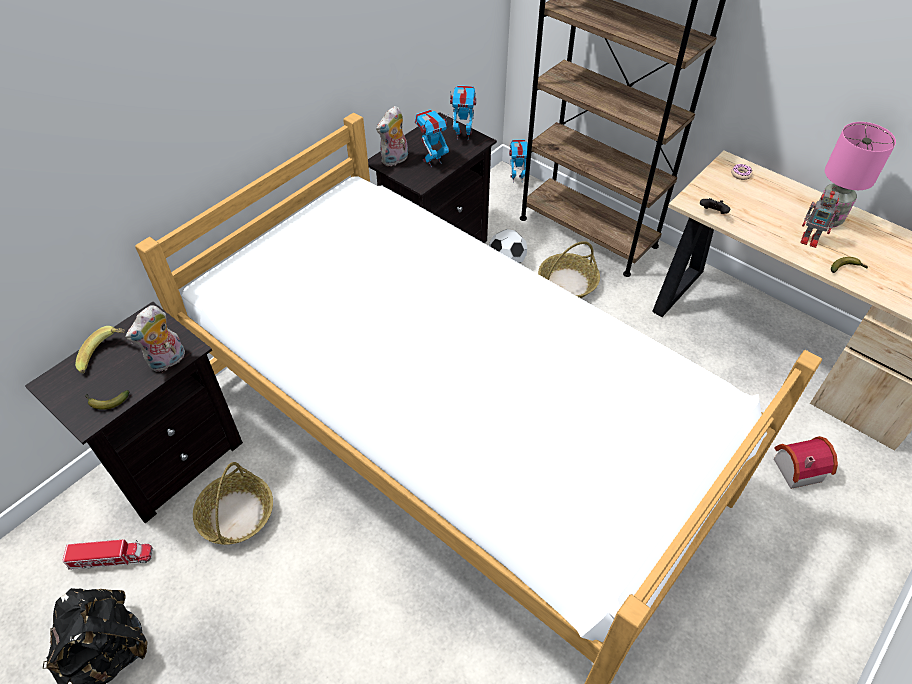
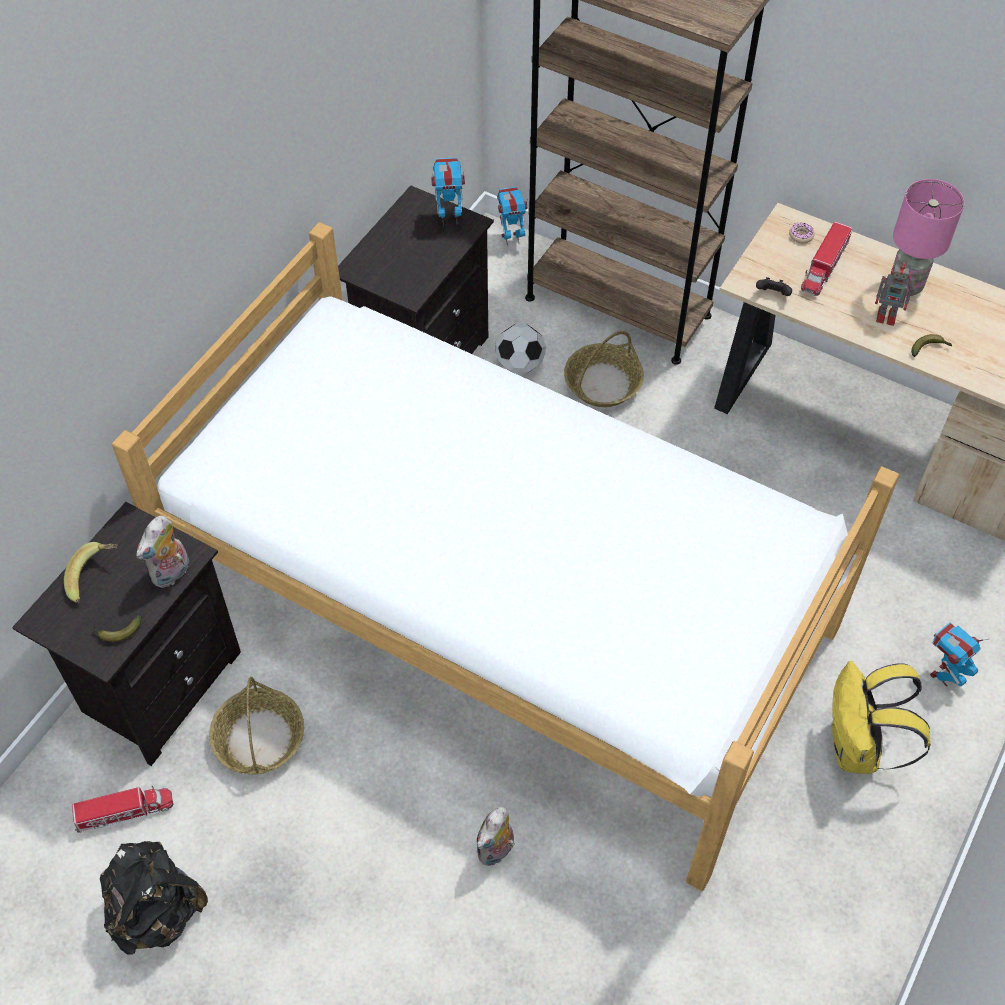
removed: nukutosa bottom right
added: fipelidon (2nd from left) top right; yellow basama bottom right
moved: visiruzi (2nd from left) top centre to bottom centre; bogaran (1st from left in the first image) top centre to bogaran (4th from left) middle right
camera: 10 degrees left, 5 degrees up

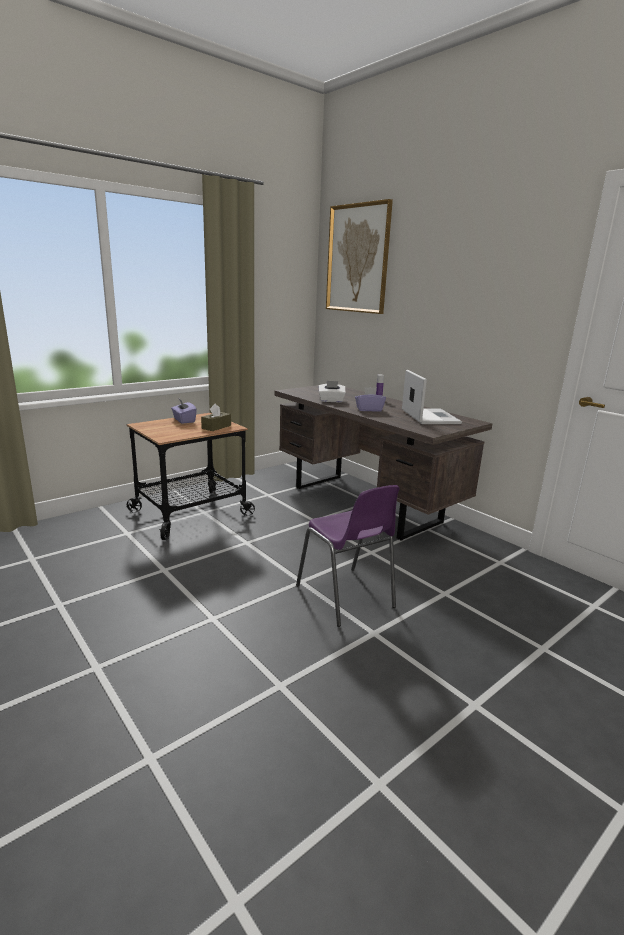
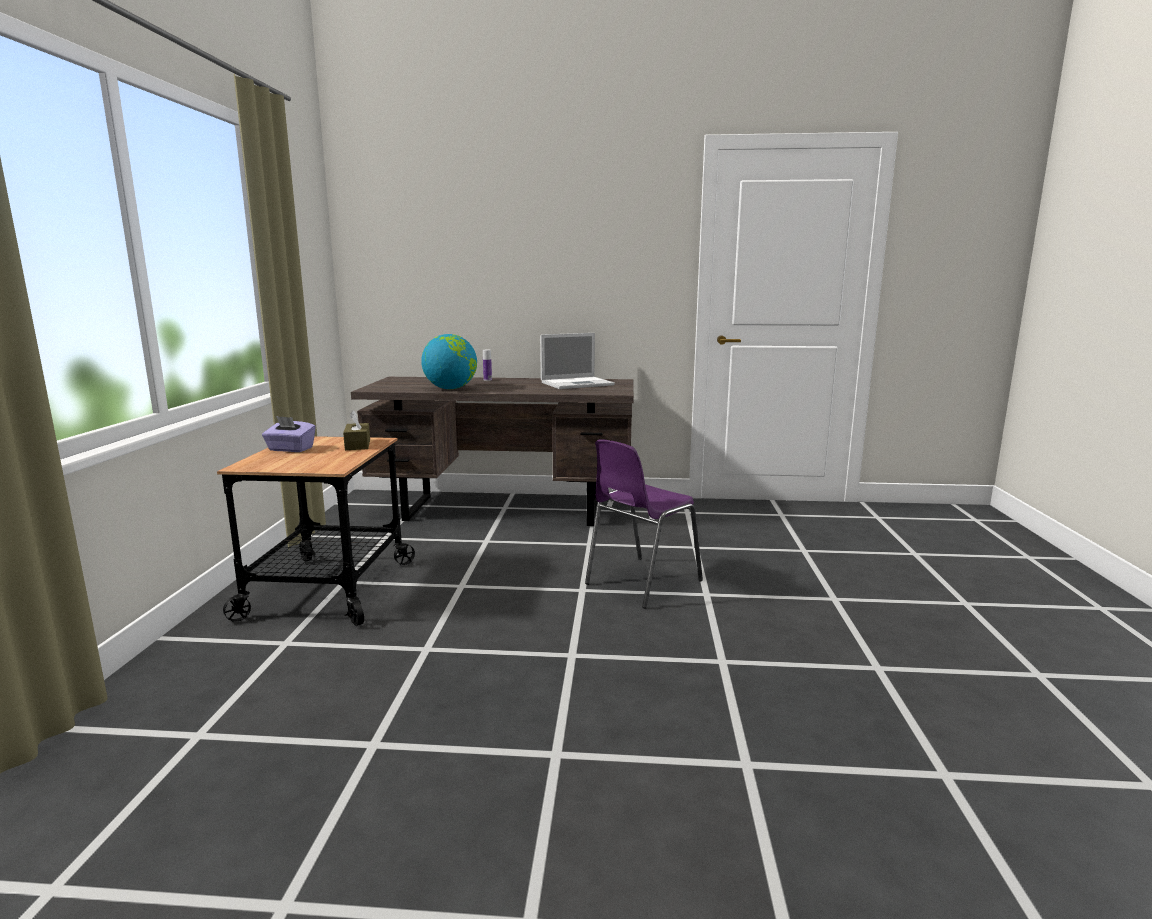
removed: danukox top centre; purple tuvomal (2nd from left) centre
replaced: white tuvomal centre to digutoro centre
turned: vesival middle right = centre 120 degrees clockwise; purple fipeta centre = centre 120 degrees clockwise
camera: 45 degrees left, 5 degrees down

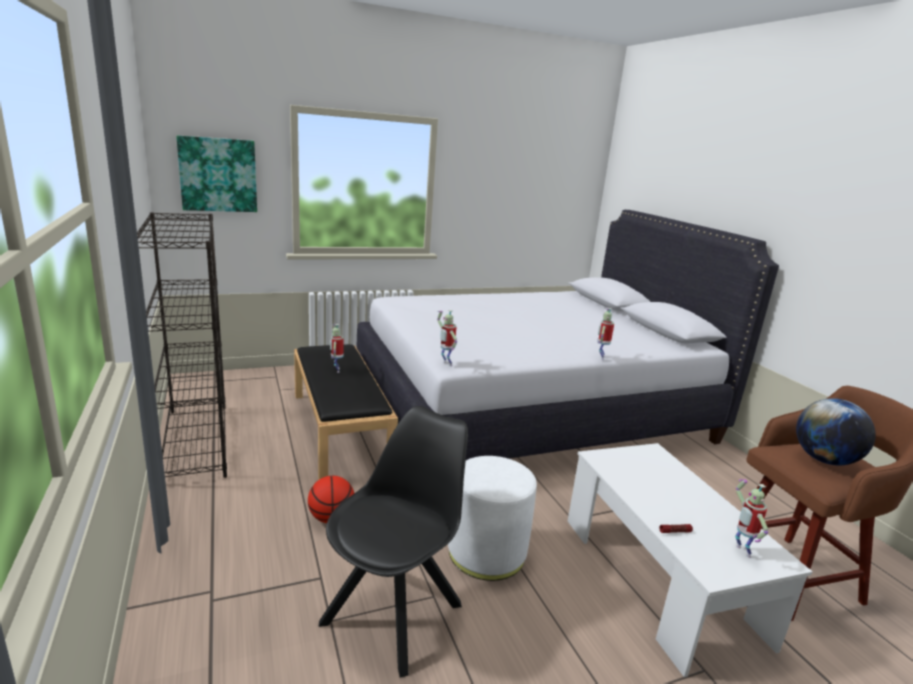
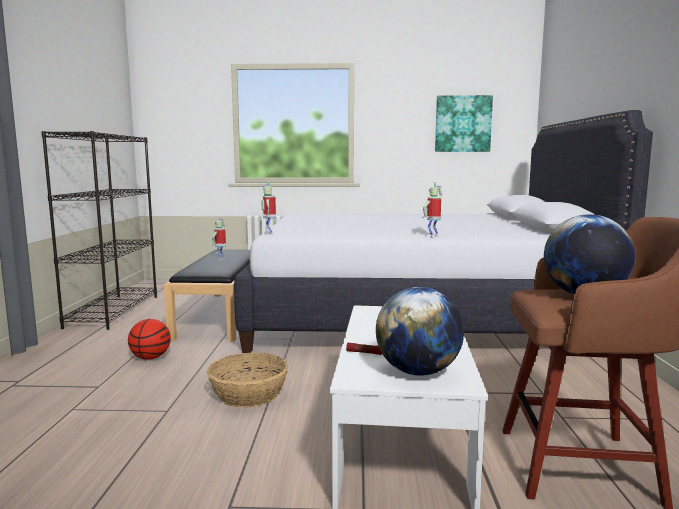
removed: black fipeta bottom centre
moved: danukox top left to top right
replaced: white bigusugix bottom centre to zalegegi bottom centre; bogaran (4th from left) bottom right to digutoro (1st from left) centre
camera: 25 degrees right, 10 degrees down

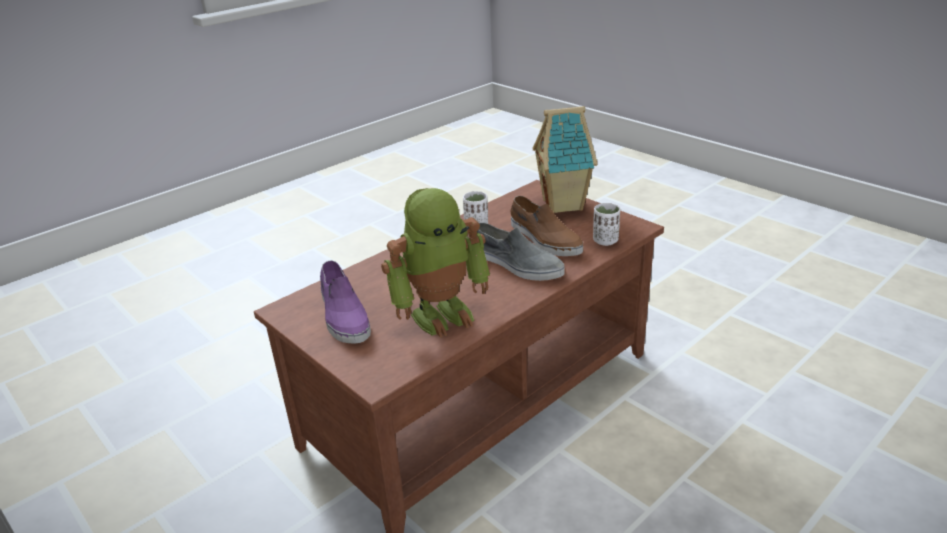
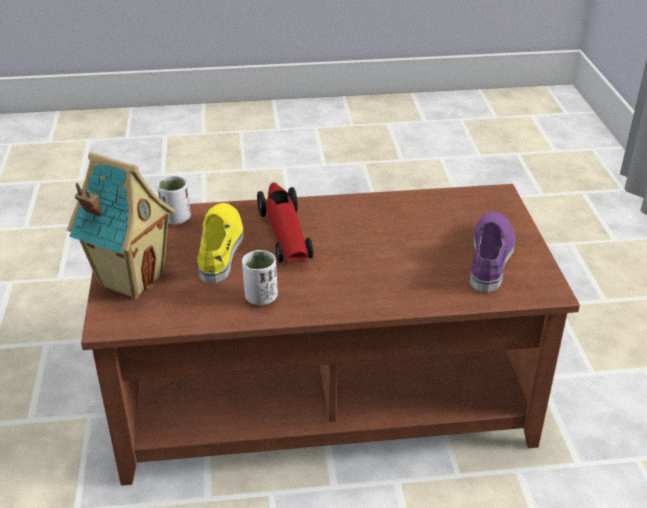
removed: bogaran centre
replaced: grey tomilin centre to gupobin centre
recoloured: brown tomilin centre to yellow tomilin centre
camera: 145 degrees left, 5 degrees up

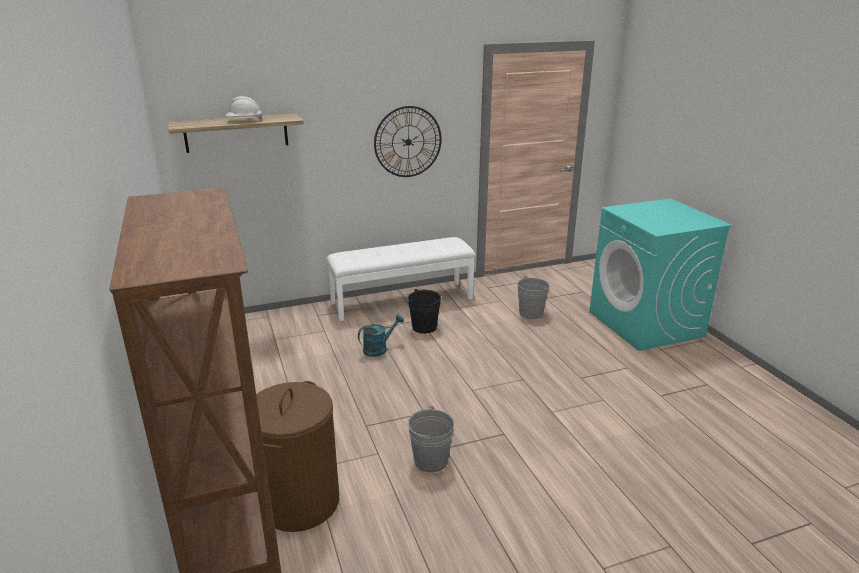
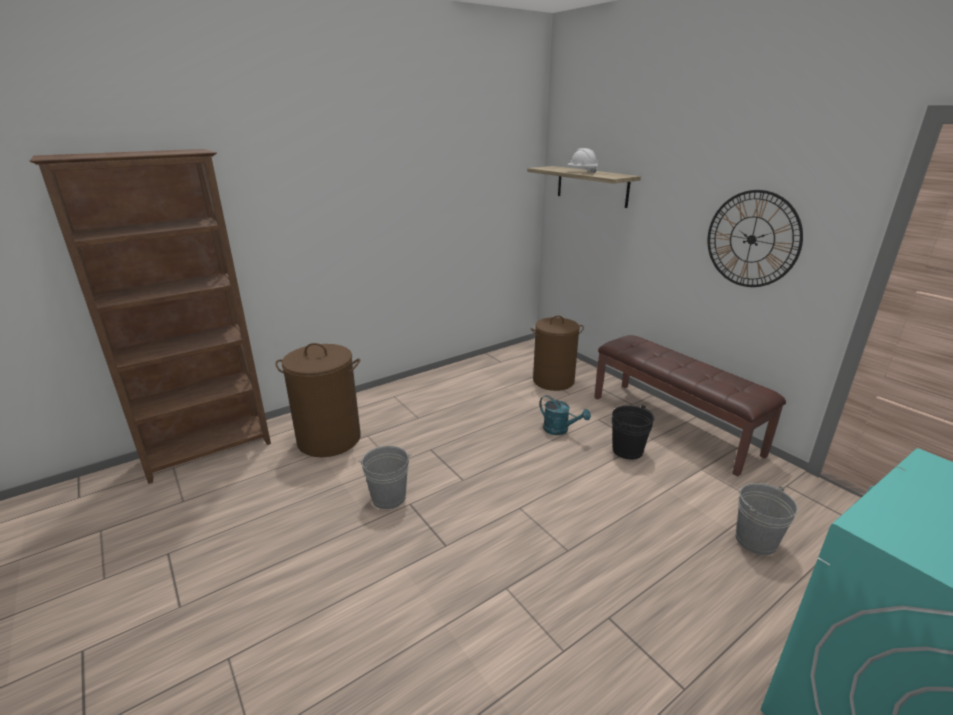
added: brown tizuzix (2nd from left) centre
recoloured: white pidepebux centre to brown pidepebux middle right
camera: 75 degrees right, 0 degrees up

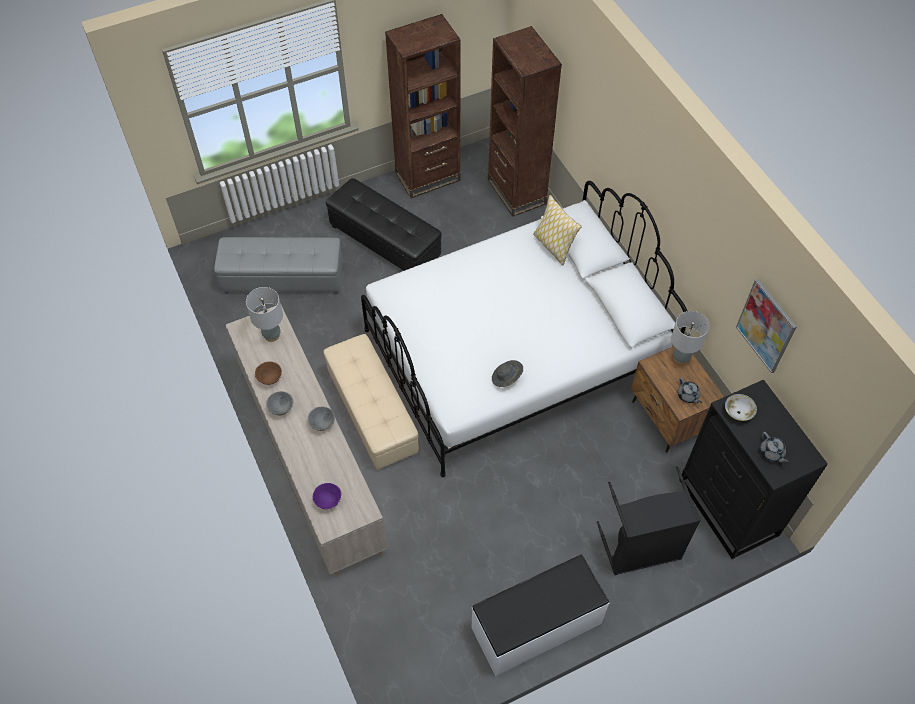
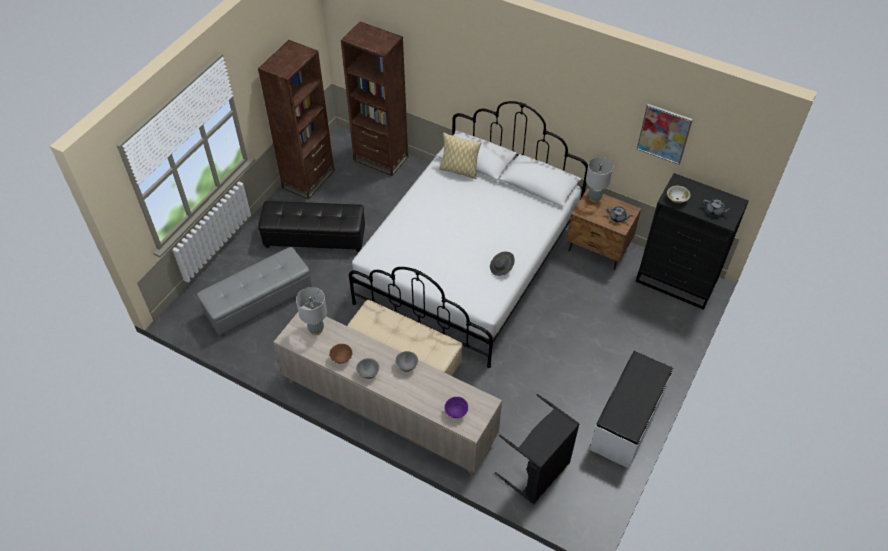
moved: black tizuzix bottom right to bottom centre
camera: 35 degrees left, 5 degrees down

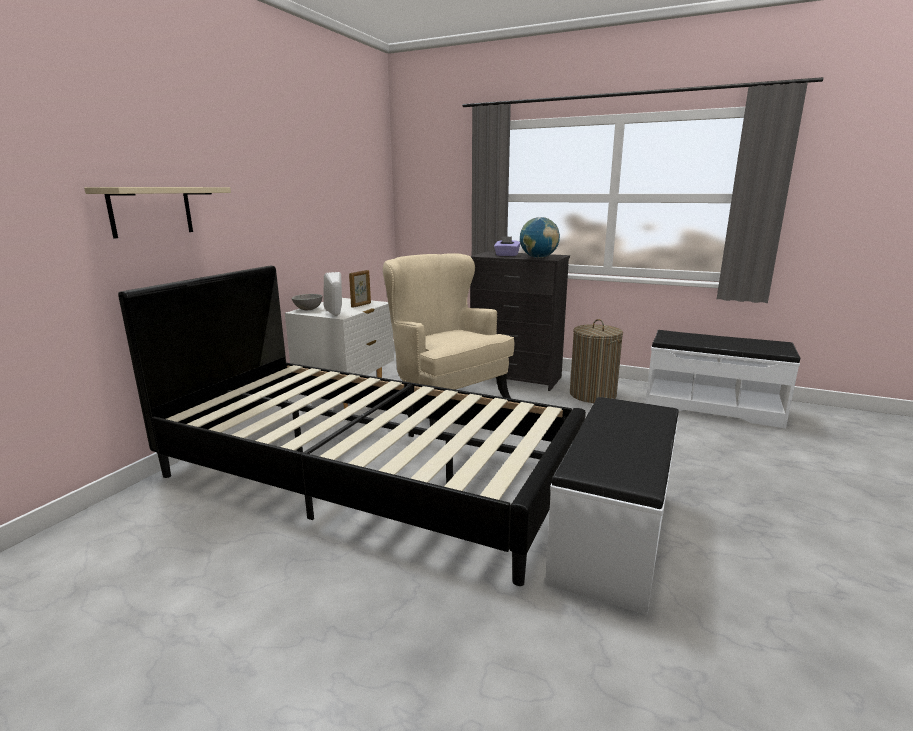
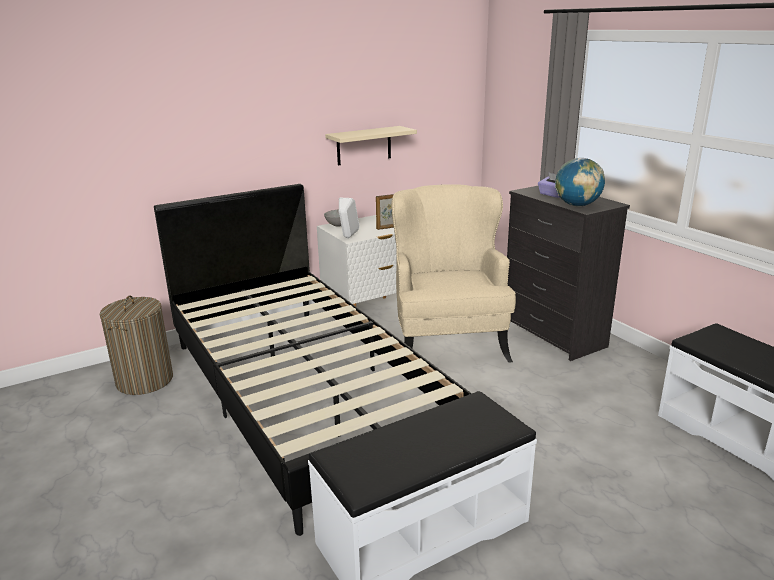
moved: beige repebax top left to top centre; tizuzix centre to middle left
camera: 35 degrees right, 5 degrees up

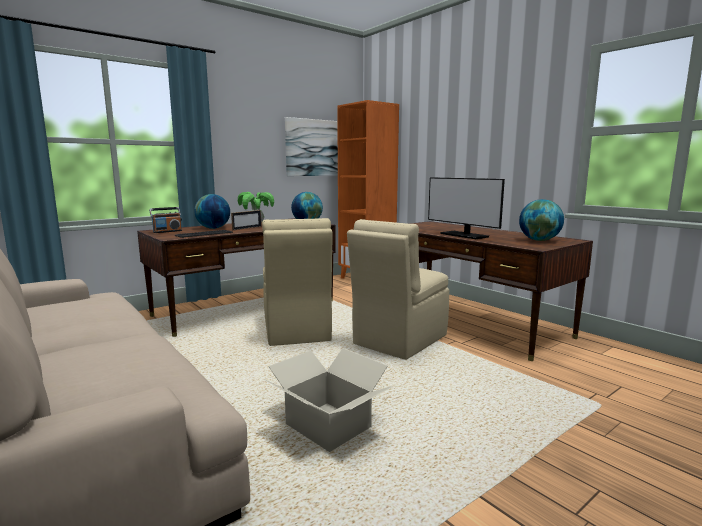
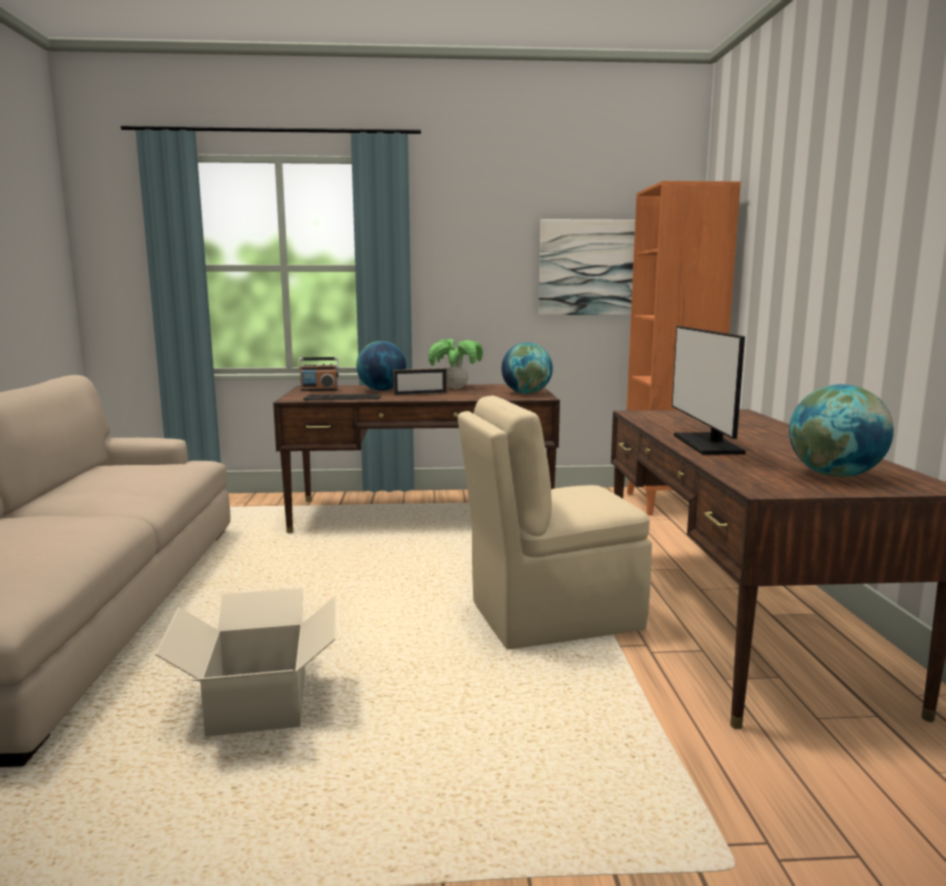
removed: beige fipeta (1st from left) centre
camera: 35 degrees right, 0 degrees up

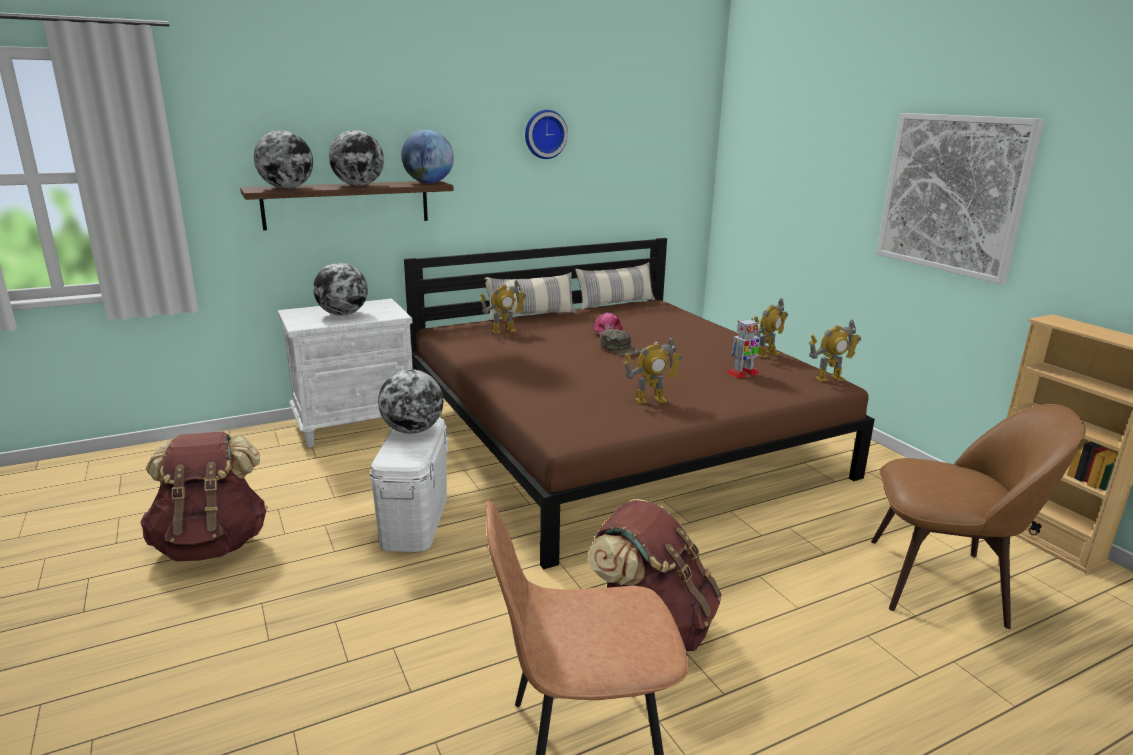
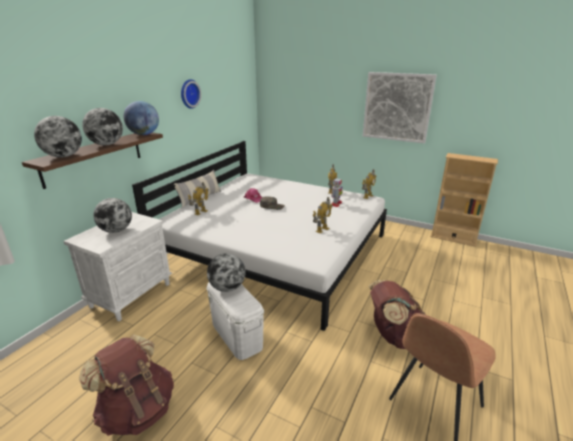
removed: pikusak (2nd from left) centre; brown fipeta (2nd from left) bottom right
recoloured: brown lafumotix centre to white lafumotix centre
camera: 35 degrees left, 5 degrees up

